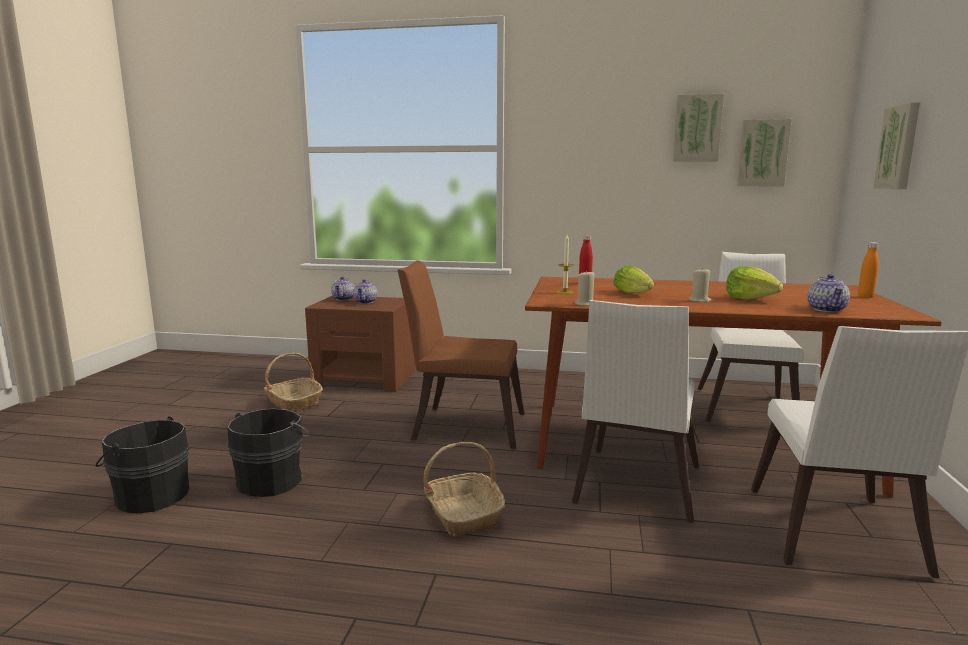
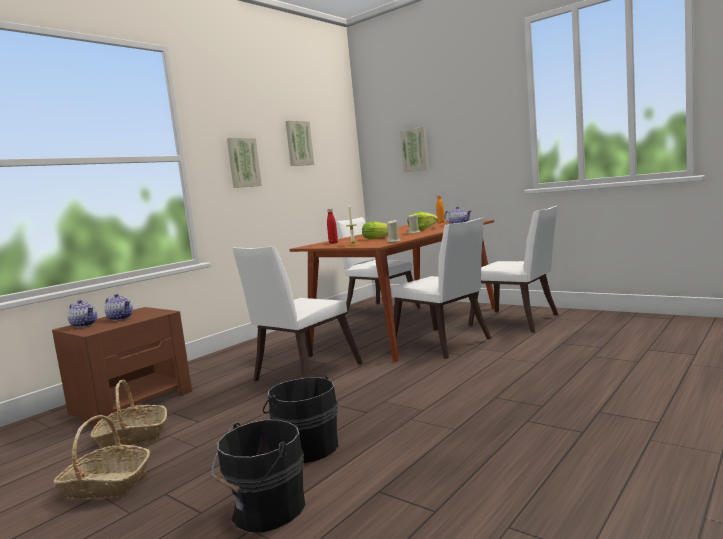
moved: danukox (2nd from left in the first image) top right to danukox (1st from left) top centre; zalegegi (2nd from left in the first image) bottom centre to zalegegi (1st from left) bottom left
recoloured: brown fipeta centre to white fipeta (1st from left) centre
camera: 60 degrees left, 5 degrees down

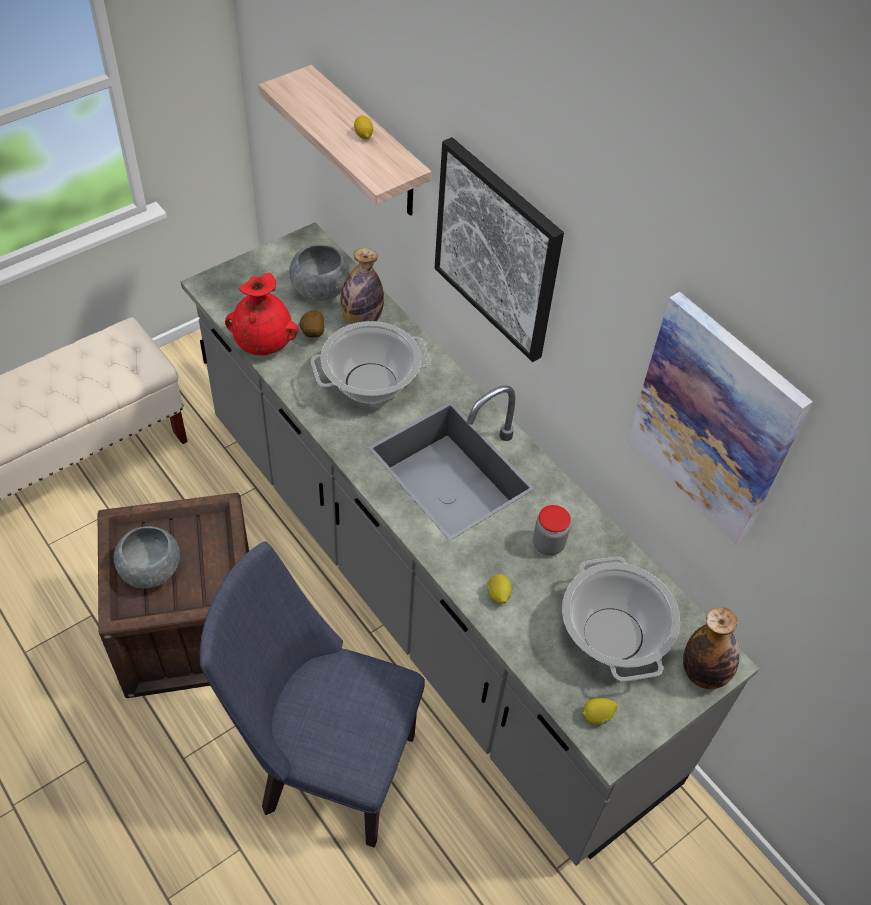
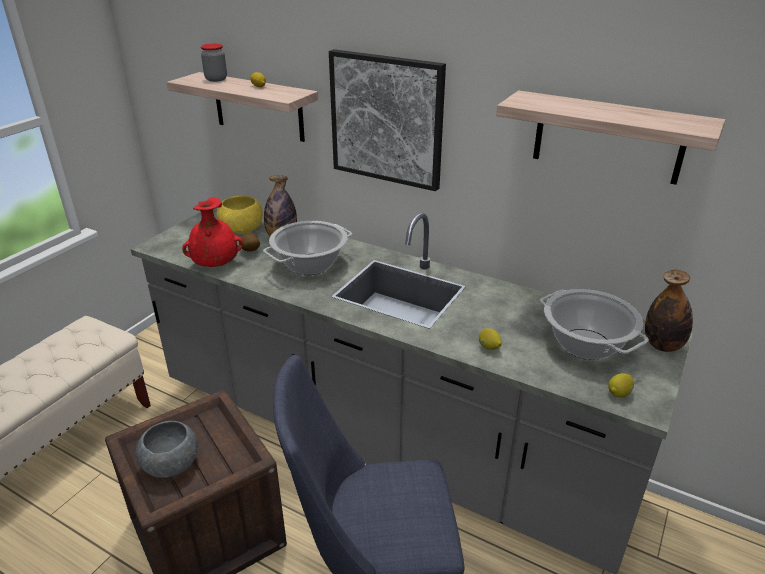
moved: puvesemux centre to top left
replaced: danukox (2nd from left) middle right to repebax (2nd from left) top right
recoloured: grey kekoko (2nd from left) top centre to yellow kekoko middle left
camera: 20 degrees left, 20 degrees down

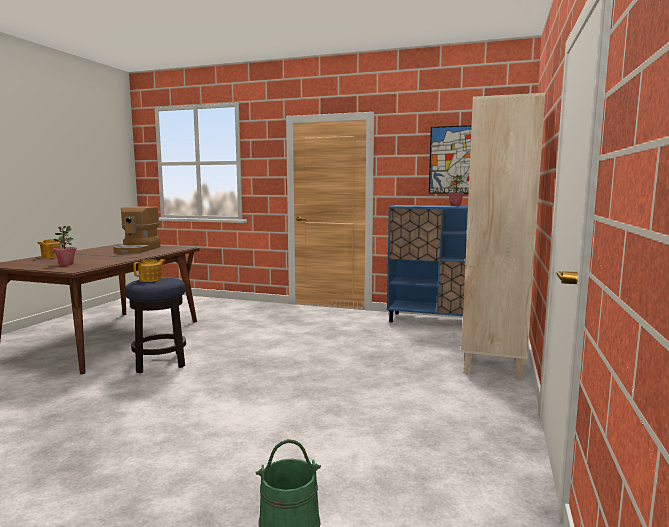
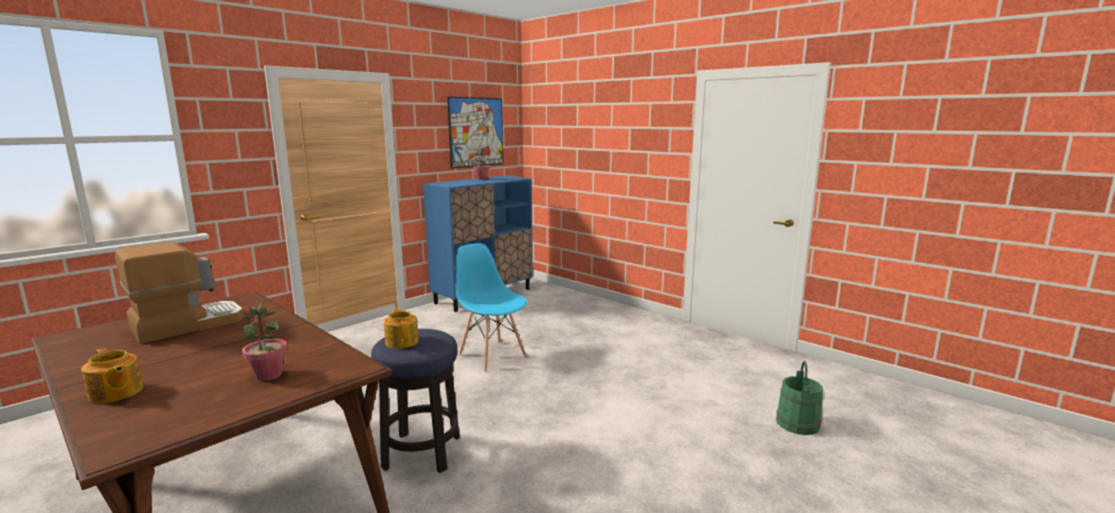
removed: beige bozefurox middle right
added: blue fipeta centre
turned: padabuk middle left = middle left 75 degrees counterclockwise
camera: 65 degrees left, 5 degrees up

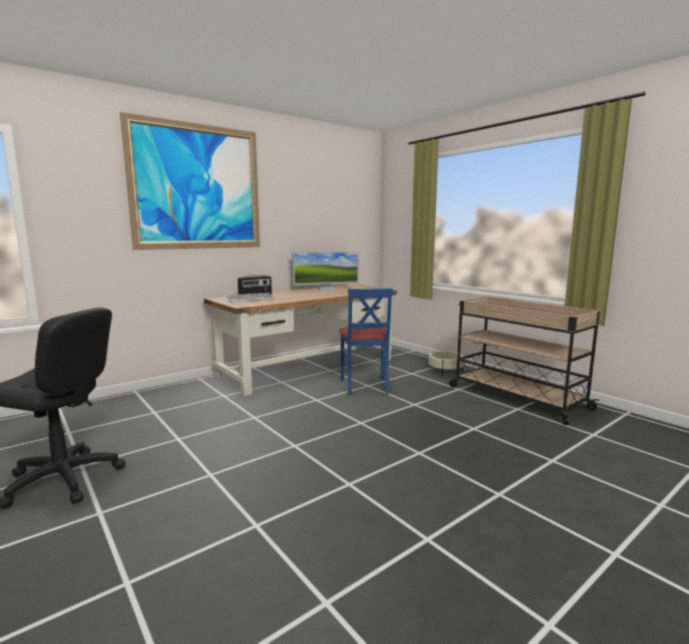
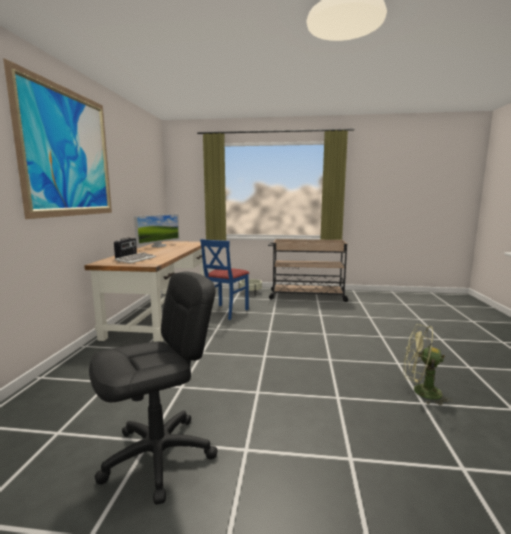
added: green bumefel bottom right
turned: blue fipeta centre = centre 75 degrees clockwise
camera: 45 degrees left, 0 degrees up

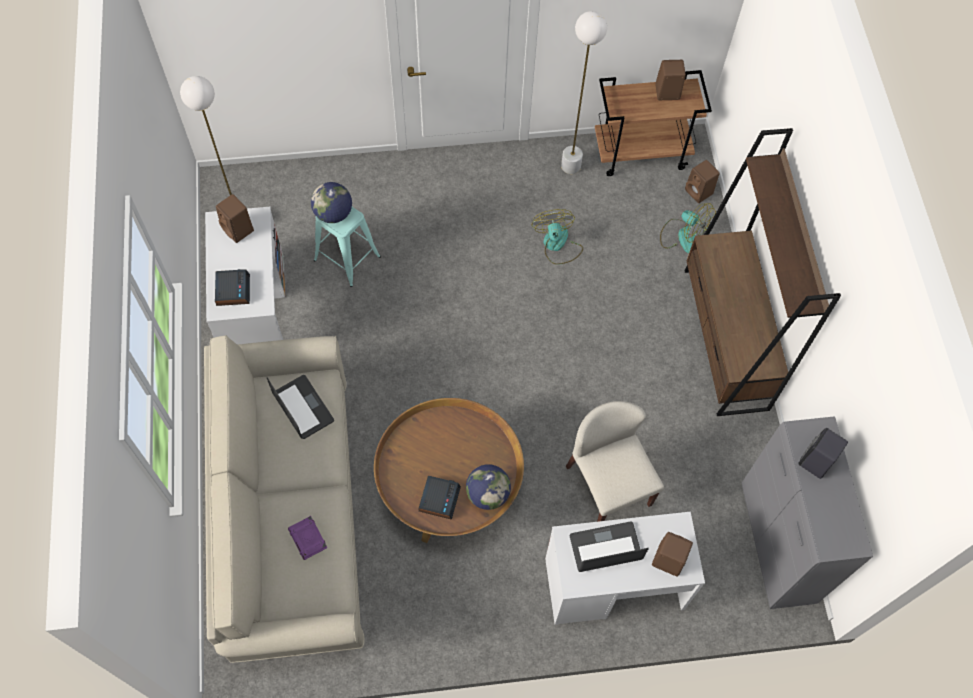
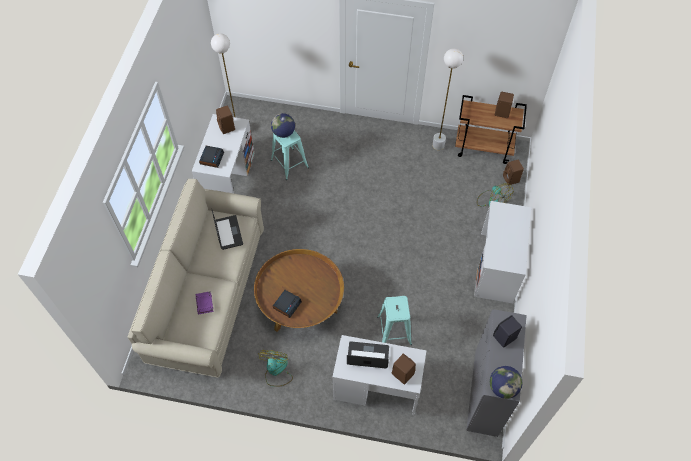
moved: bumefel (1st from left) centre to bottom centre; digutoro (2nd from left) bottom centre to bottom right
replaced: brown bozefurox middle right to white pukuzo (3rd from left) middle right; beige fipeta centre to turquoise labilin (2nd from left) bottom centre
camera: 20 degrees right, 5 degrees down

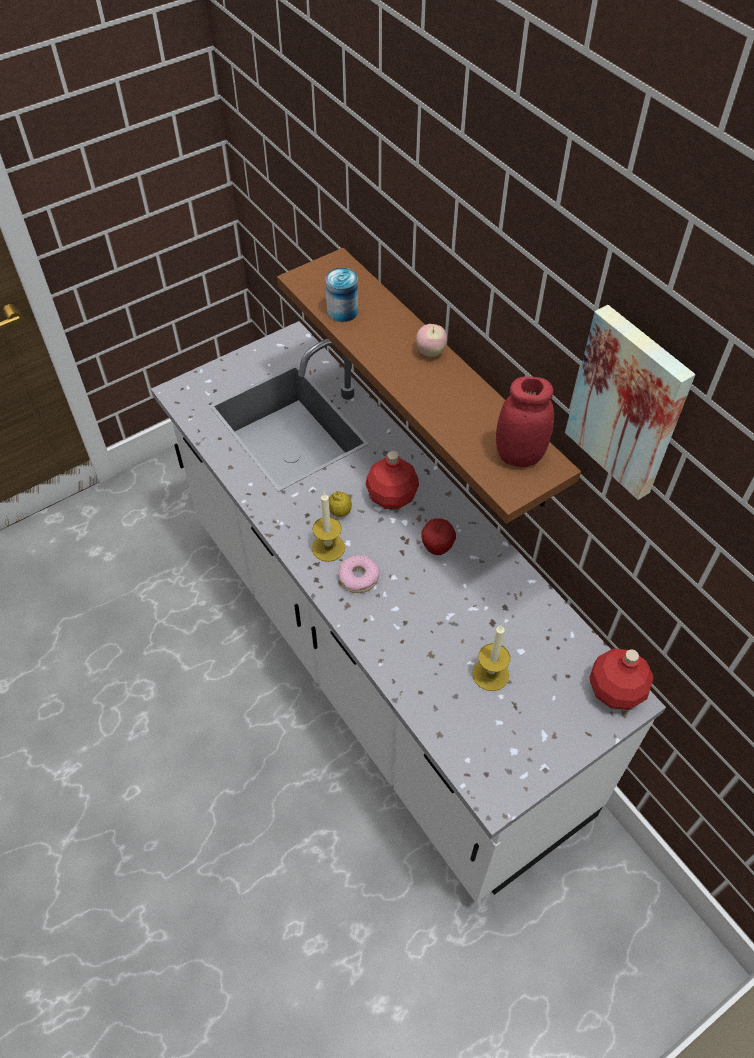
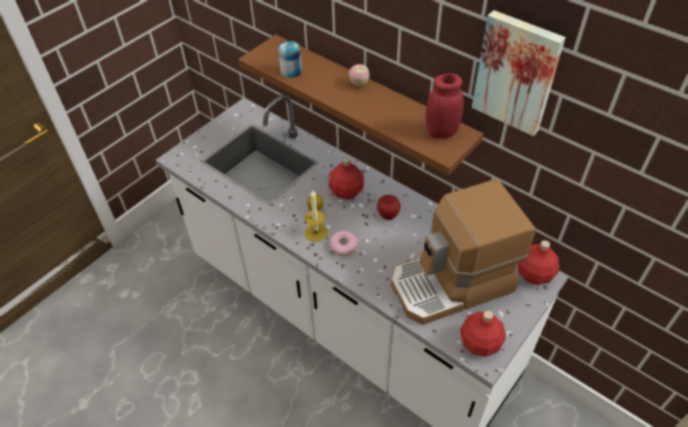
added: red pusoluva (2nd from left) bottom right
replaced: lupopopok (2nd from left) centre to padabuk middle right
camera: 15 degrees left, 5 degrees down

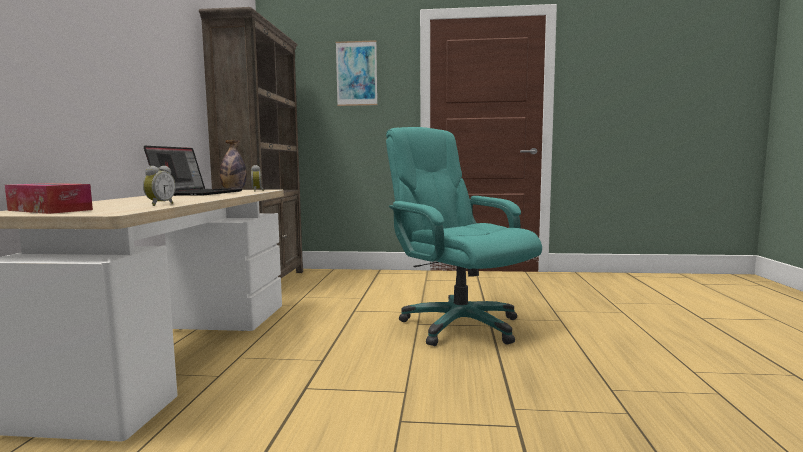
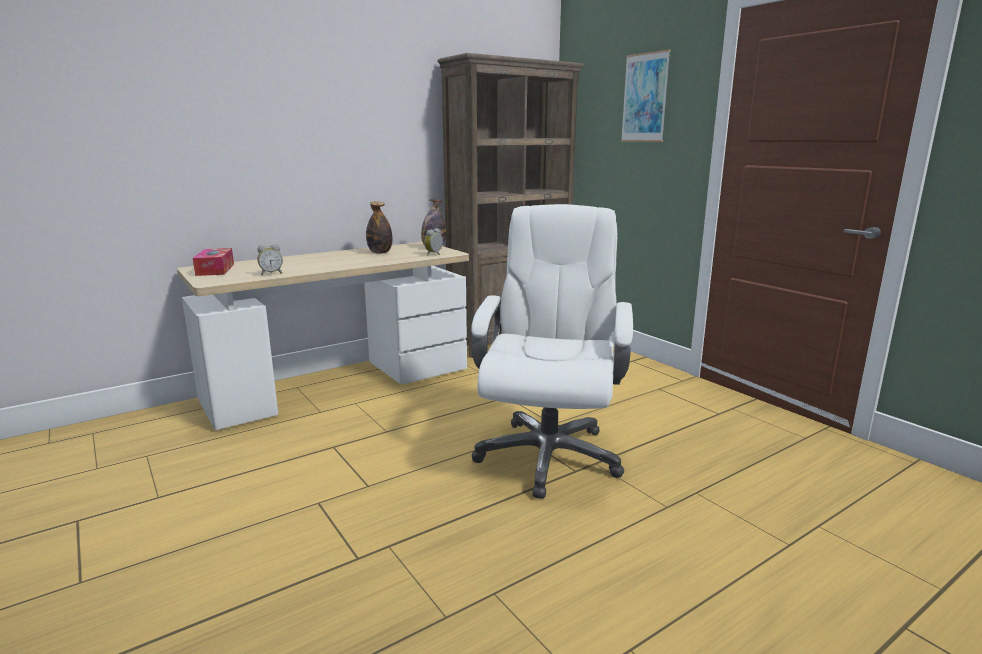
replaced: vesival middle left to pusoluva (1st from left) centre
recoloured: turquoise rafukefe centre to white rafukefe centre
camera: 50 degrees right, 10 degrees up

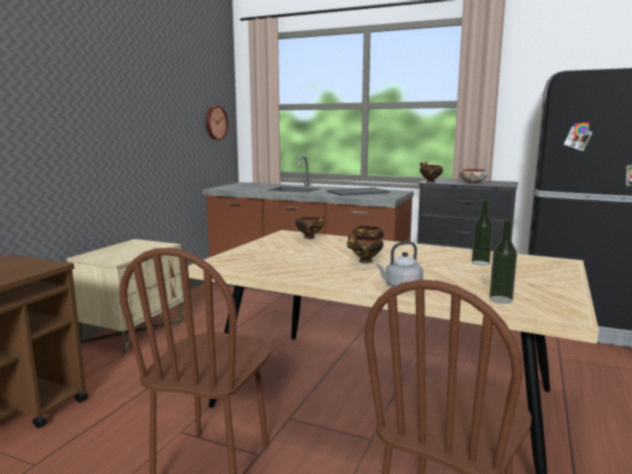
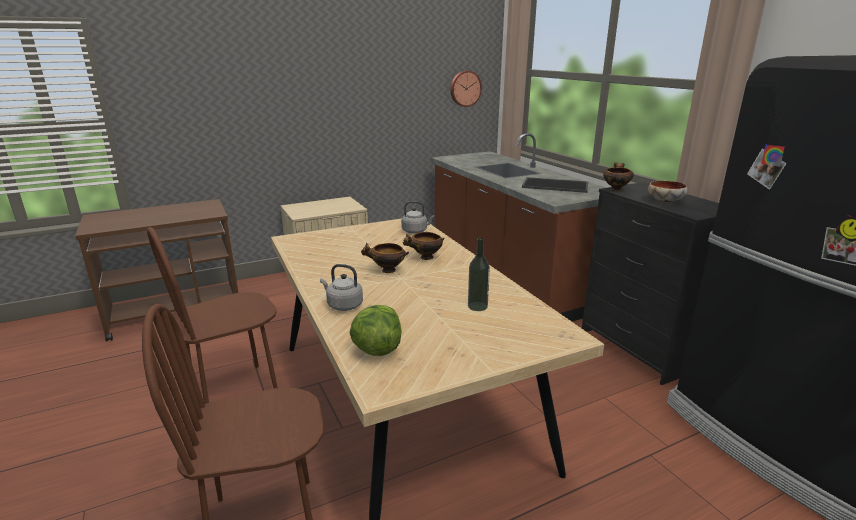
replaced: kekoko (1st from left) centre to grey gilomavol (2nd from left) centre; pusoluva (2nd from left) middle right to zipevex centre
camera: 40 degrees right, 10 degrees up

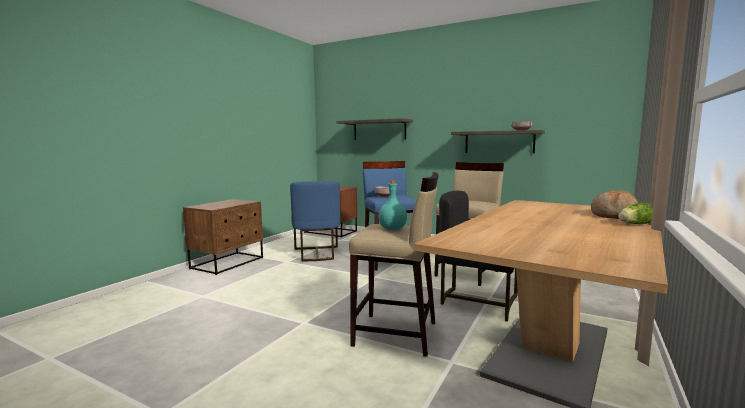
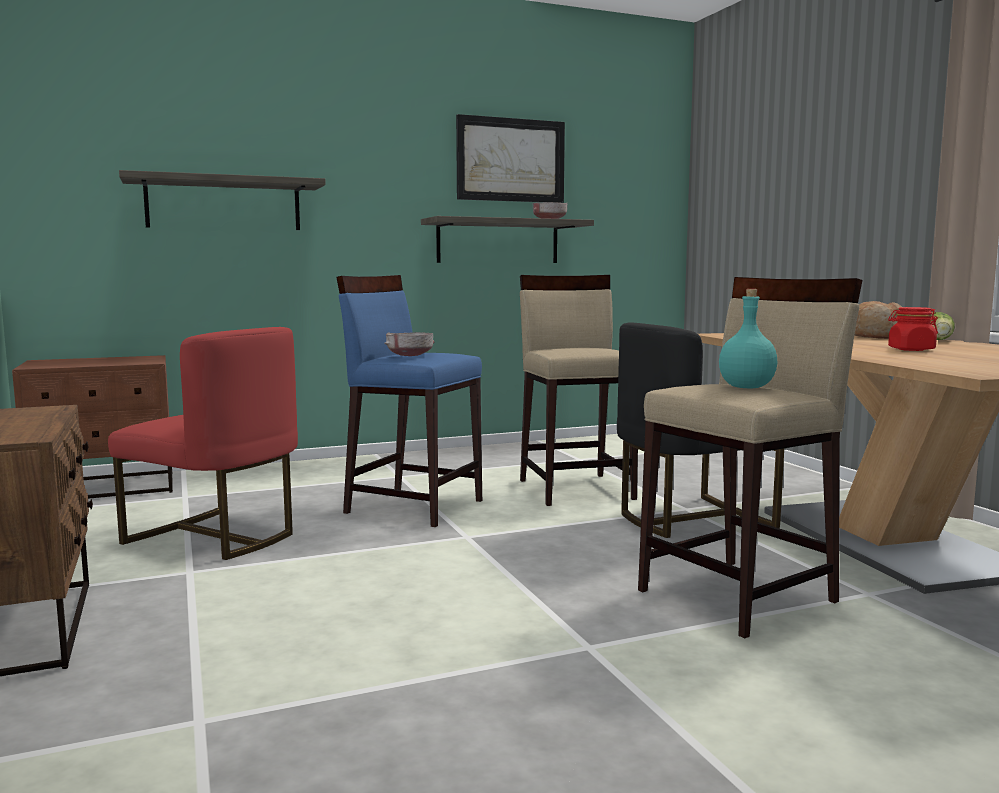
added: danukox top centre; red puvesemux middle right
recoloured: blue fipeta centre to red fipeta middle left
camera: 50 degrees left, 0 degrees up

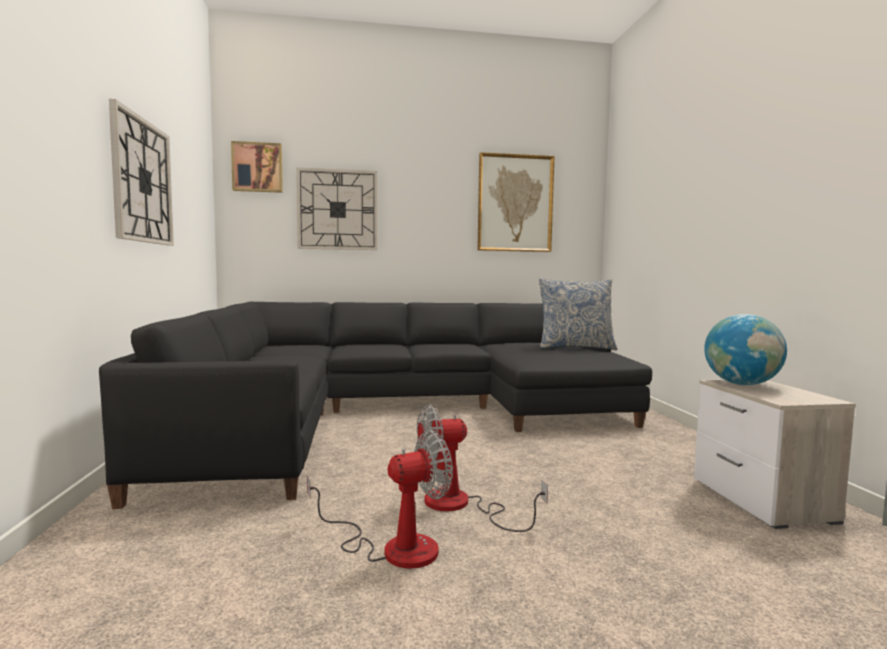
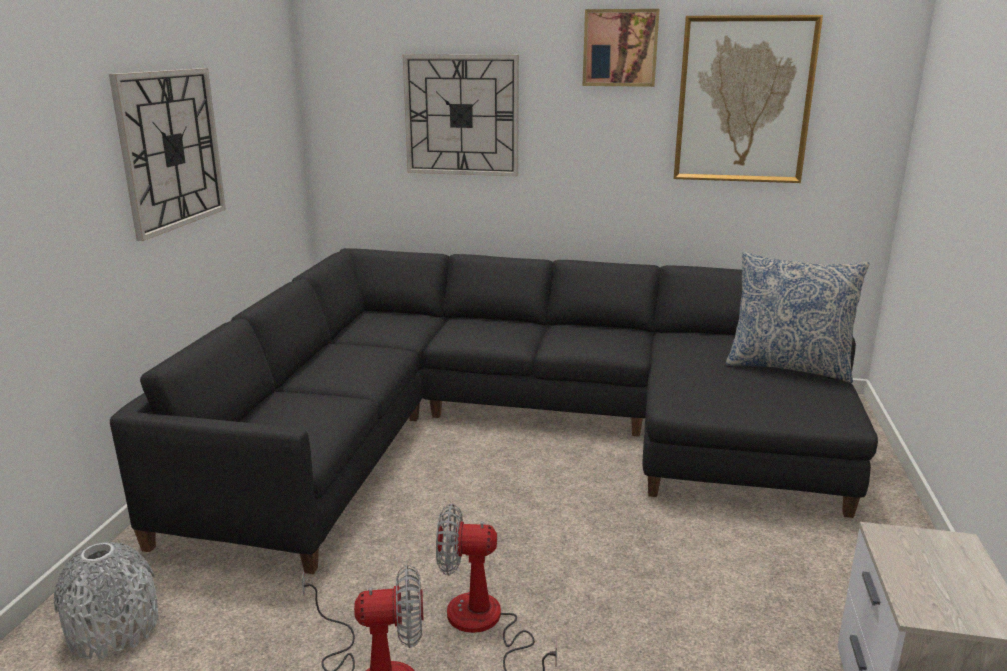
removed: digutoro middle right
added: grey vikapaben bottom left
moved: danukox (1st from left) top left to top centre
camera: 20 degrees right, 15 degrees up

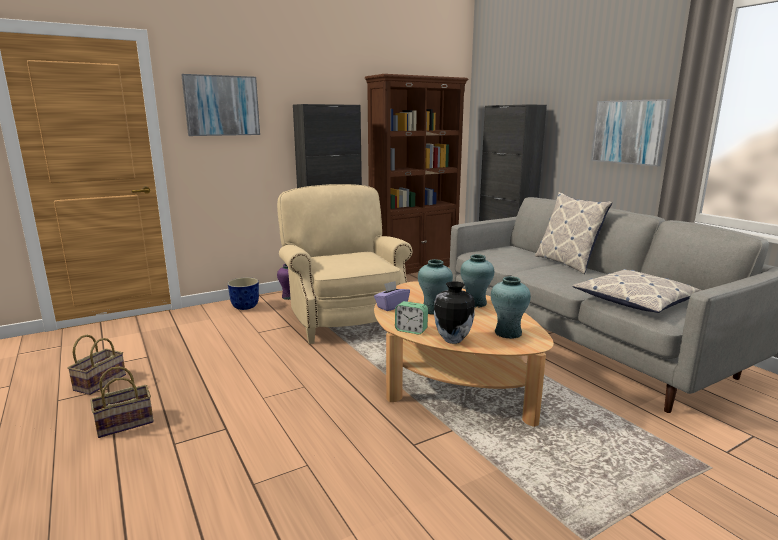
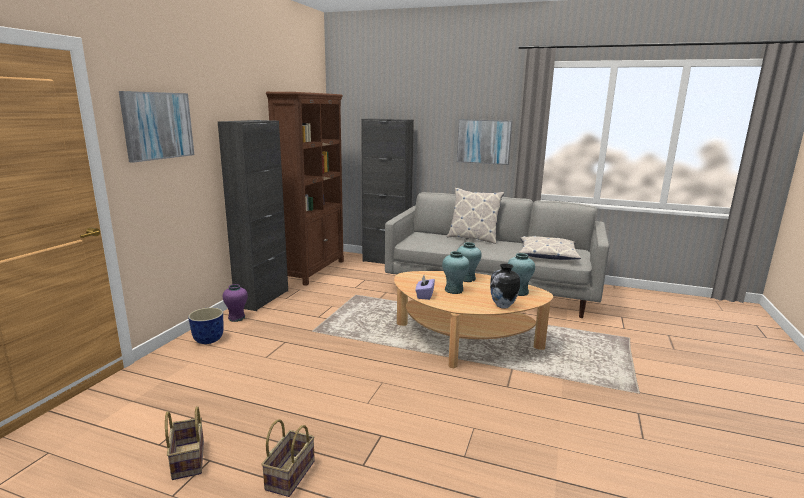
removed: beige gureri centre; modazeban centre
camera: 40 degrees left, 0 degrees up

